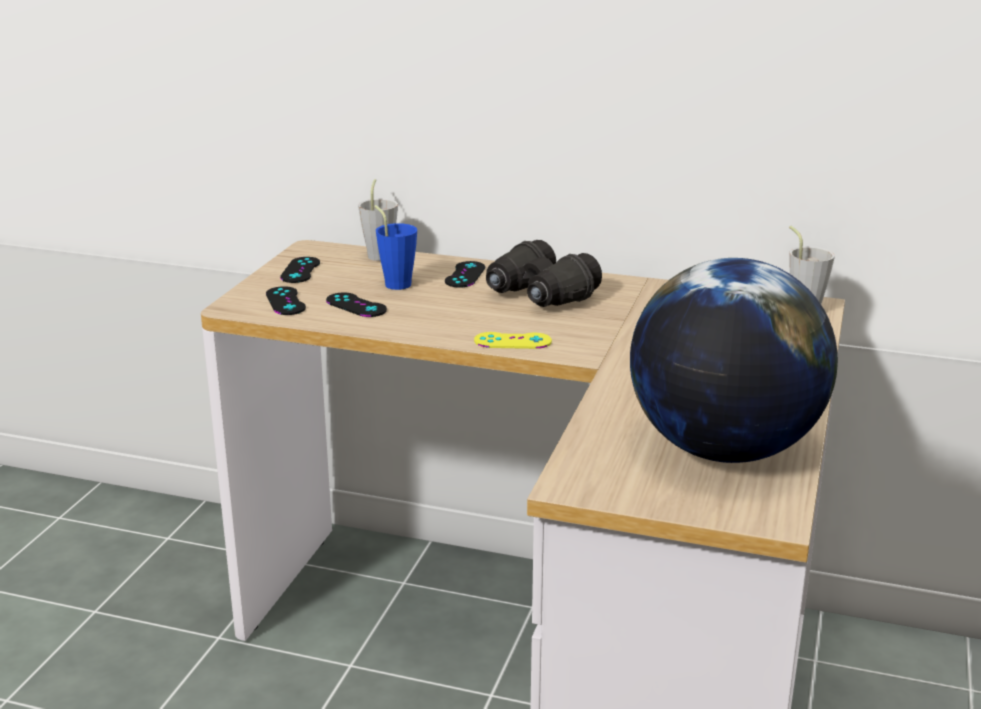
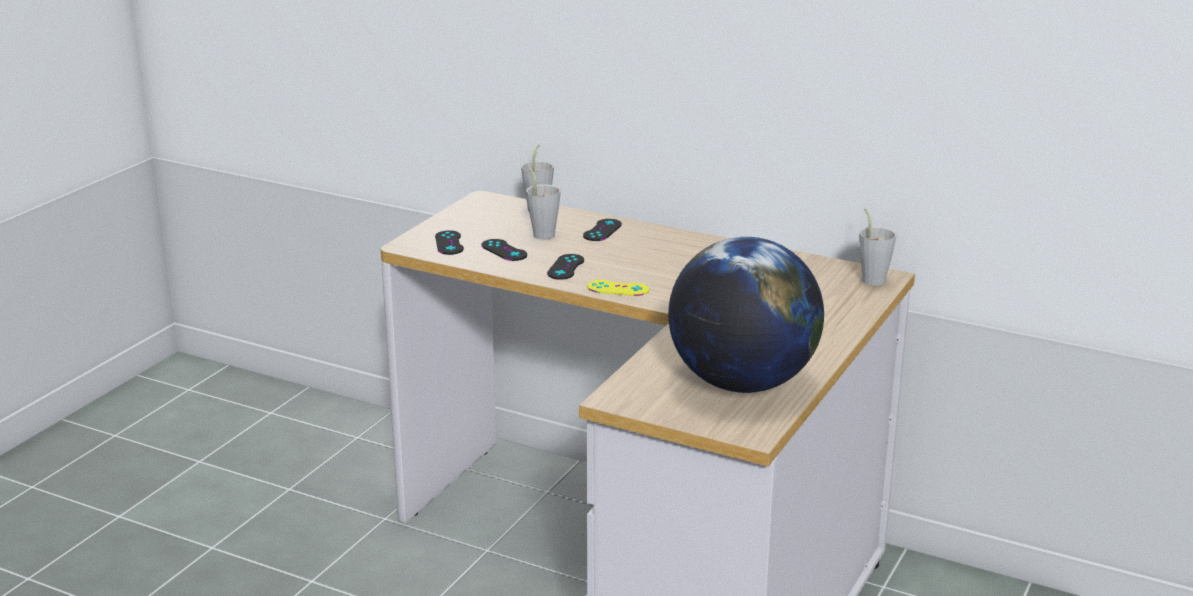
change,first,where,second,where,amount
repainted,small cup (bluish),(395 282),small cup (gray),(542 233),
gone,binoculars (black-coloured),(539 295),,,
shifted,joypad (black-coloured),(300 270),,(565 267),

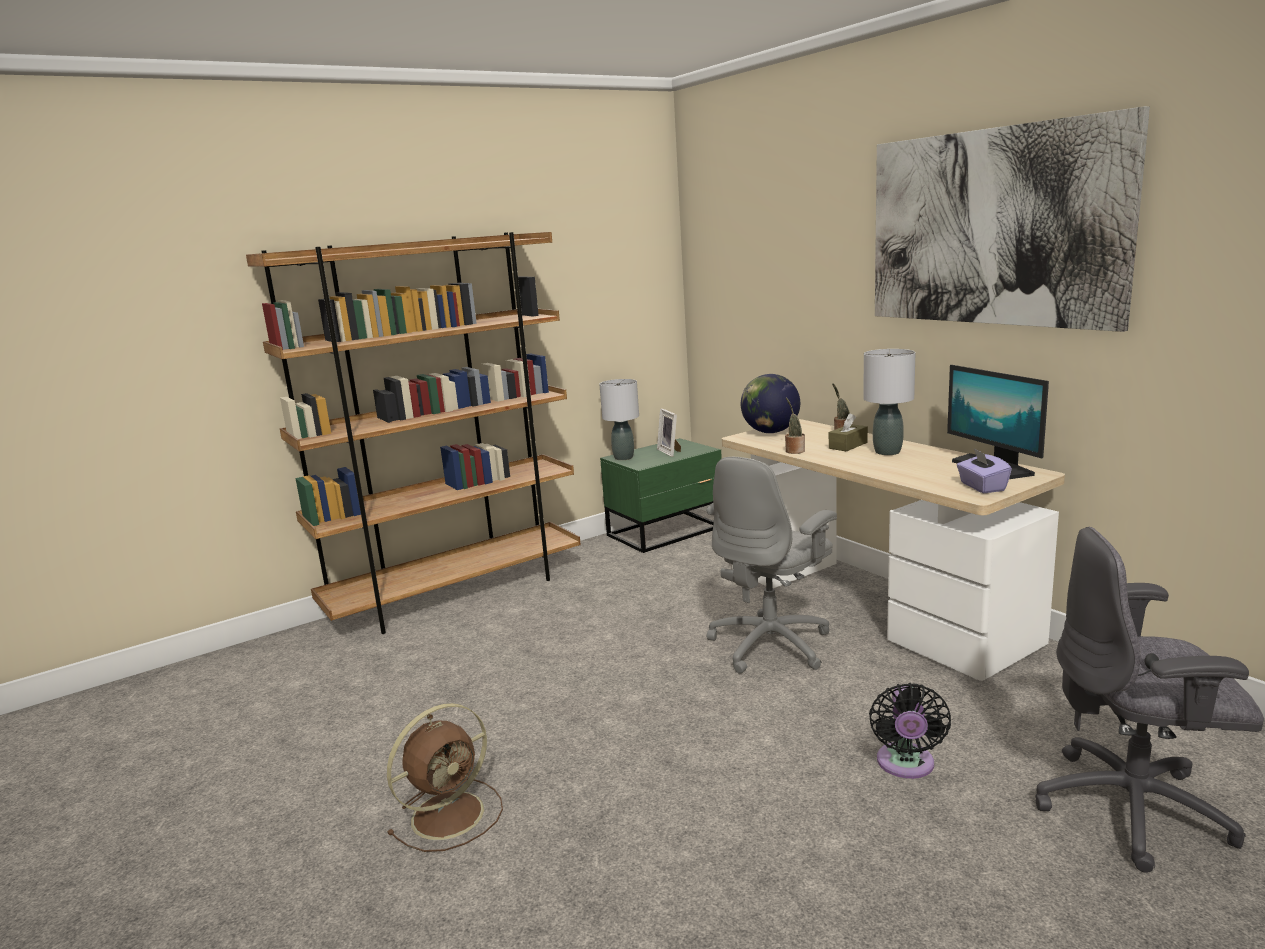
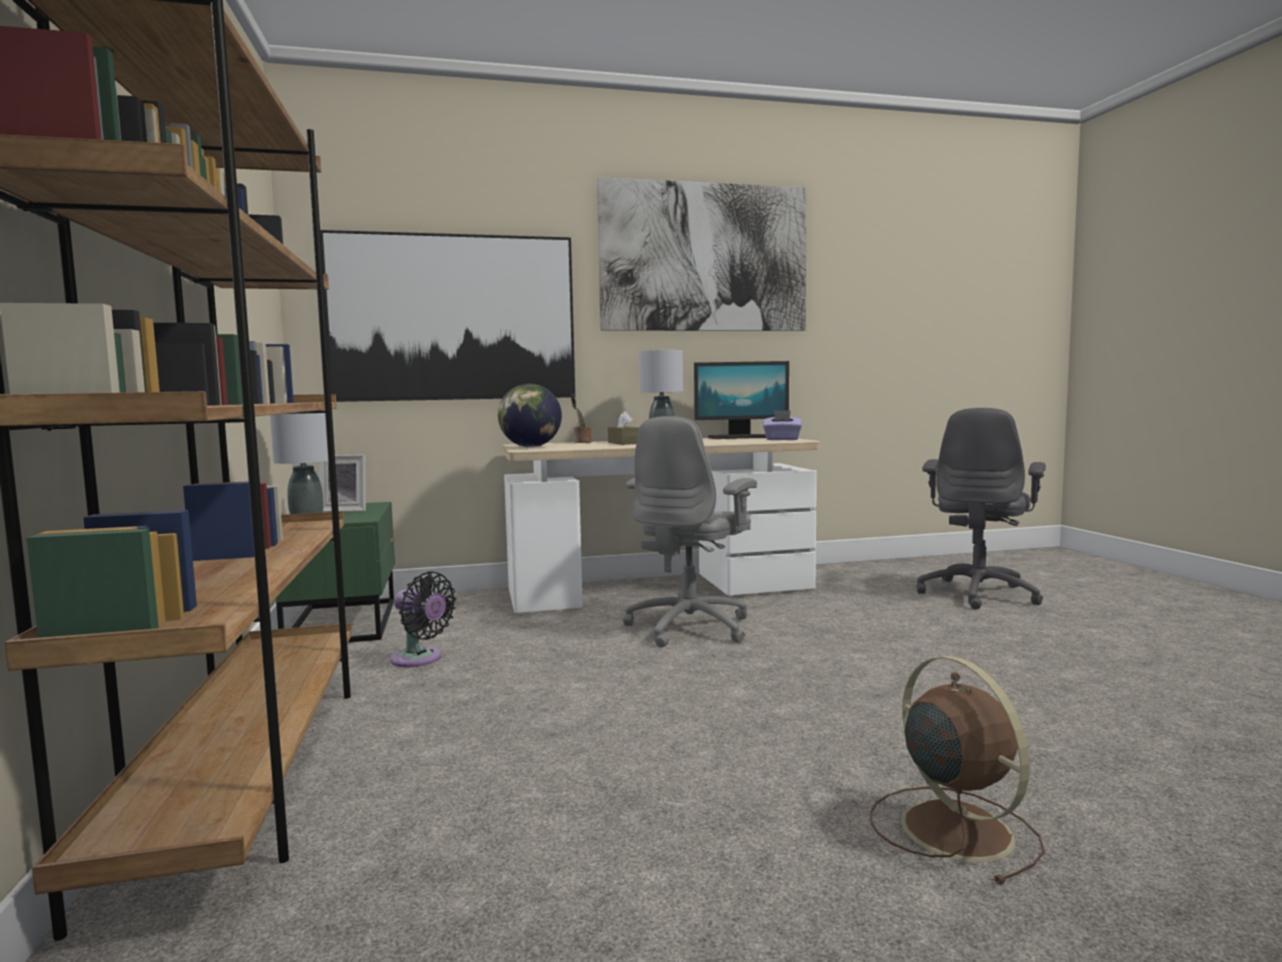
change,first,where,second,where,amount
gone,potted plant,(794 451),,,
rotated,computer chair (gray),(772 645),,(690 627),60 degrees clockwise
shifted,cooling fan (black-coloured),(905 765),,(420 659),
new,,,wall art,(453 318),

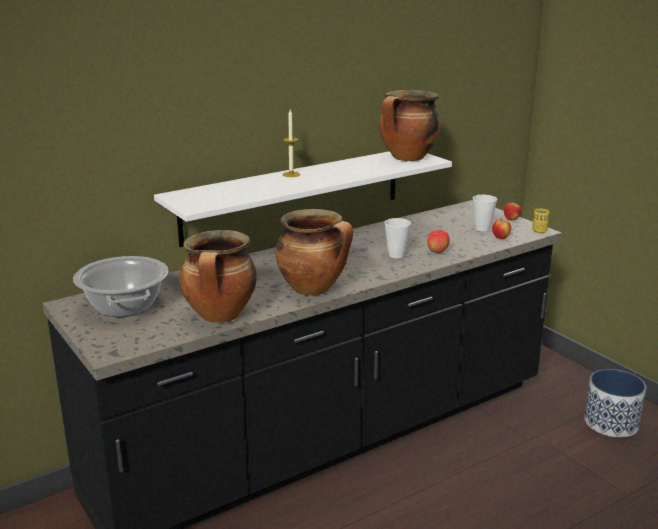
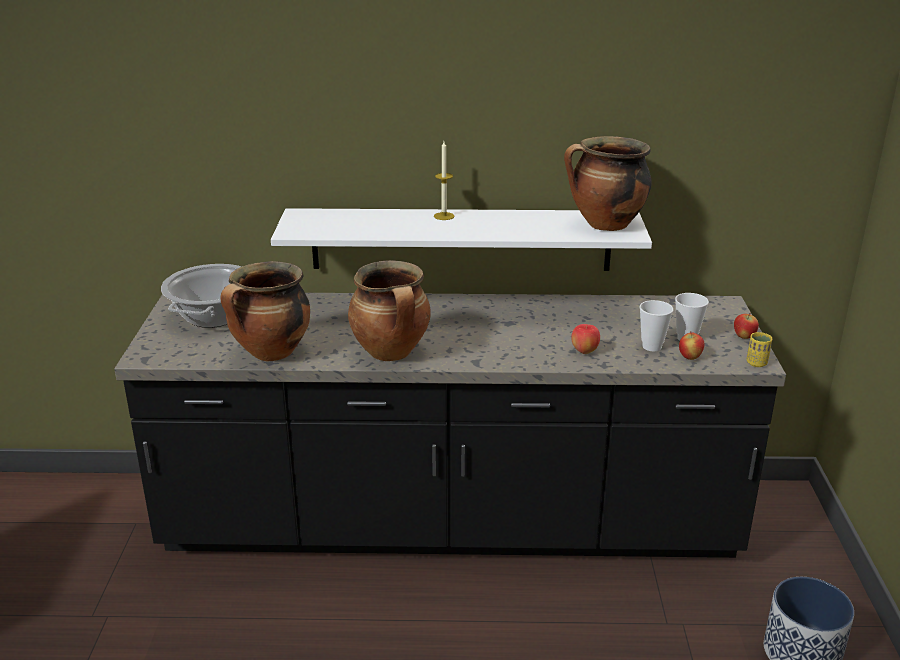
change,first,where,second,where,amount
shifted,small cup,(396 255),,(652 346),

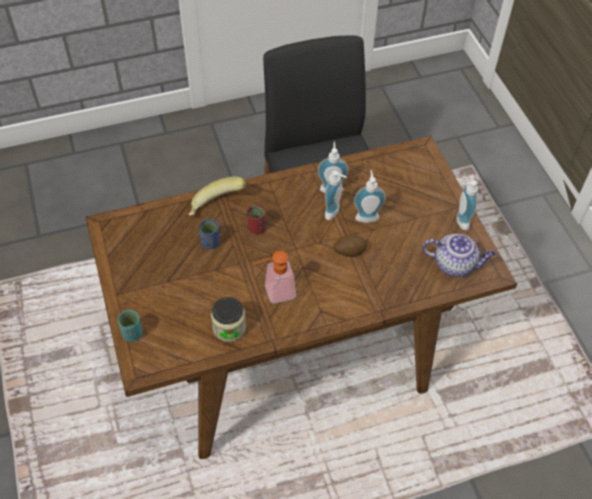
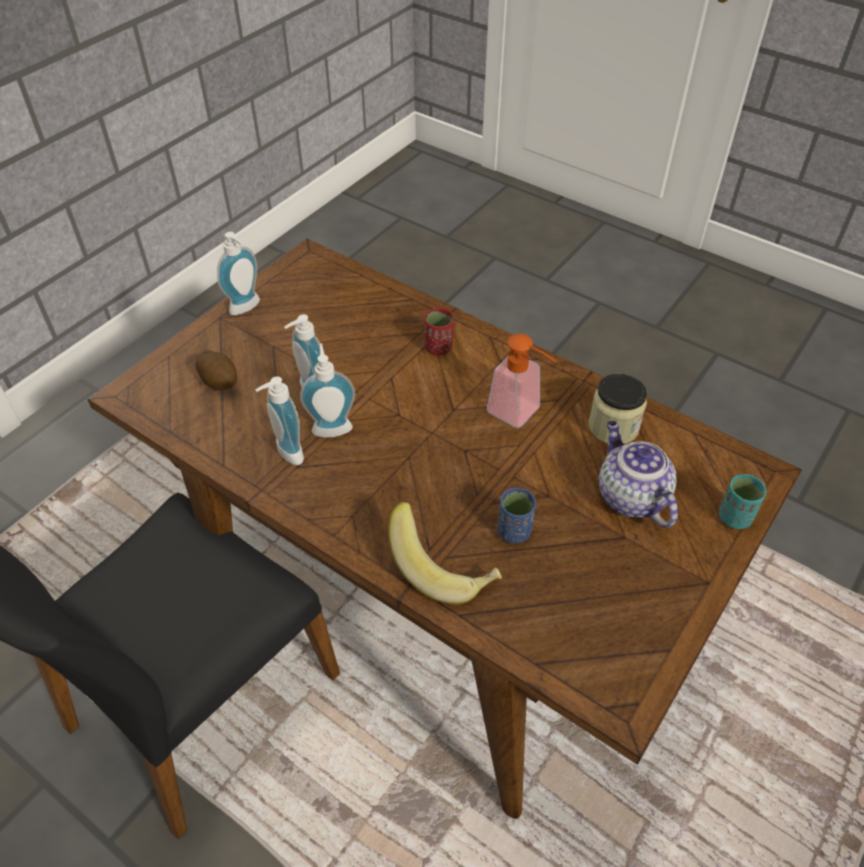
change,first,where,second,where,amount
shifted,small cup (red),(257 228),,(438 348),
shifted,pot for tea,(455 264),,(630 496),
shifted,spud,(349 252),,(220 381),

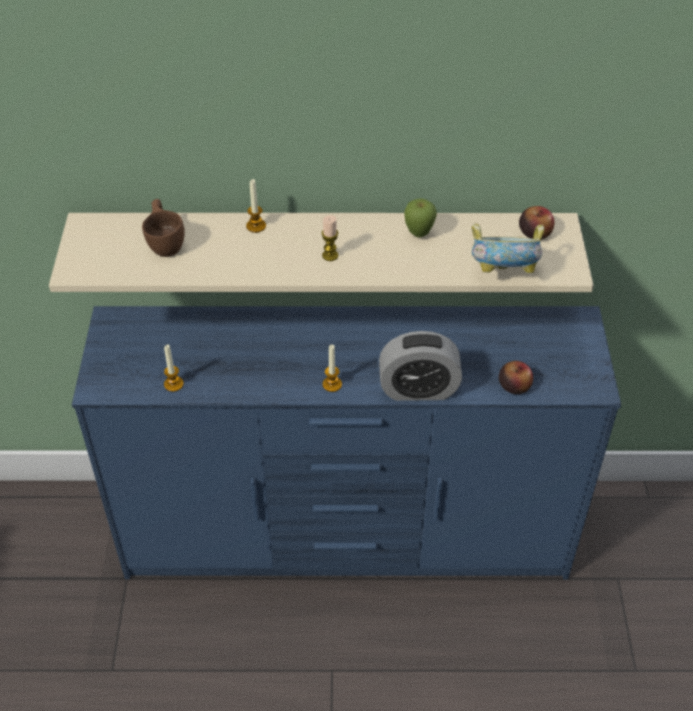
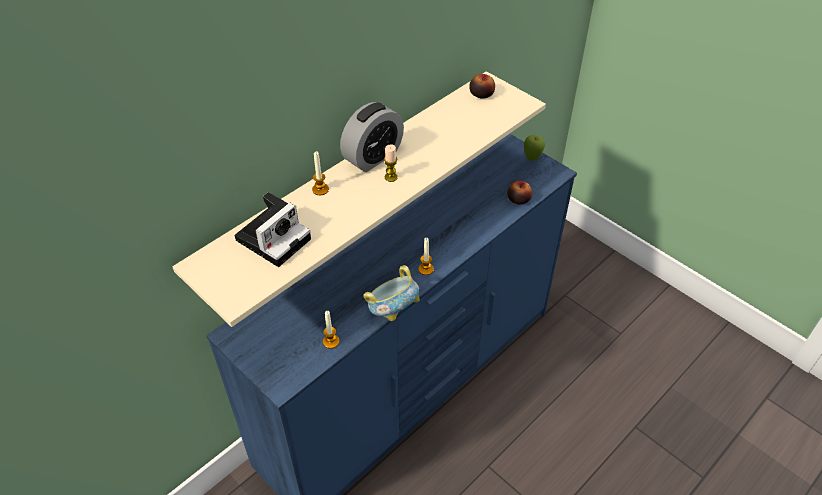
change,first,where,second,where,amount
shifted,whole apple,(419 234),,(532 159),
swapped,small cup (brownish),(166 241),still camera,(274 237),
shifted,bowl,(503 273),,(393 311),
shifted,table clock,(418 389),,(373 157),

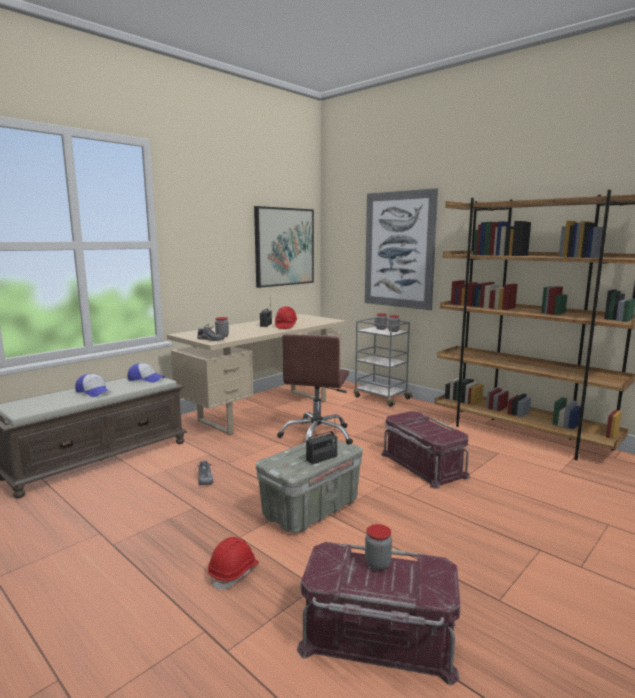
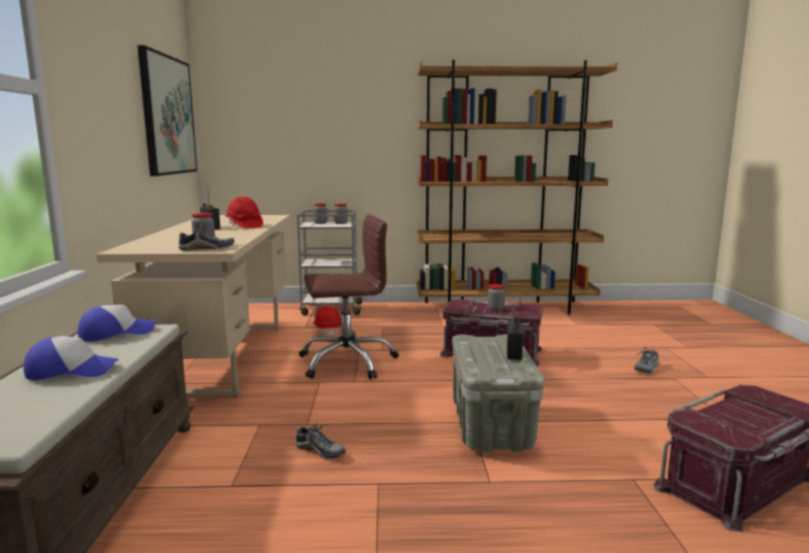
change,first,where,second,where,amount
gone,wall art,(399 250),,,
rotated,computer chair (brownish),(317 436),,(347 362),75 degrees counterclockwise
shifted,jar,(377 564),,(496 309),
shifted,hard hat (red),(234 573),,(328 330),
new,,,shoe,(646 368),

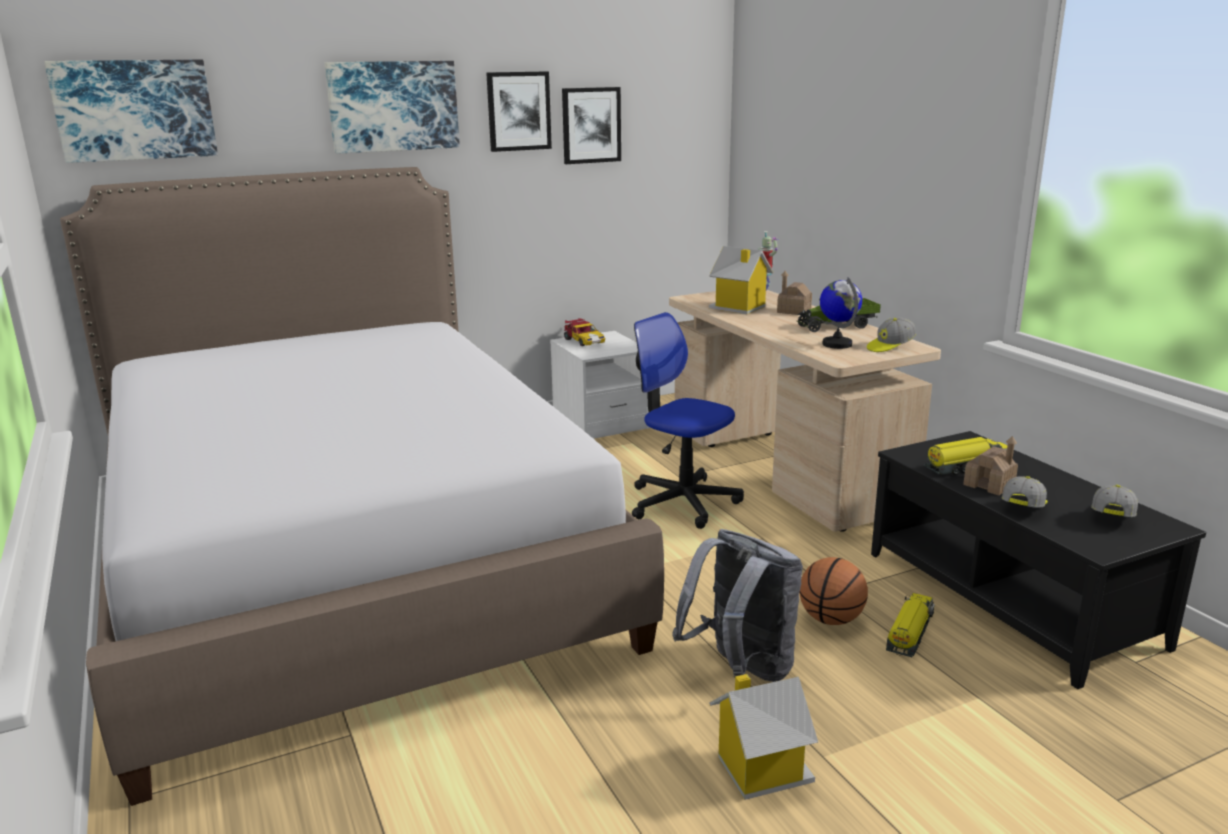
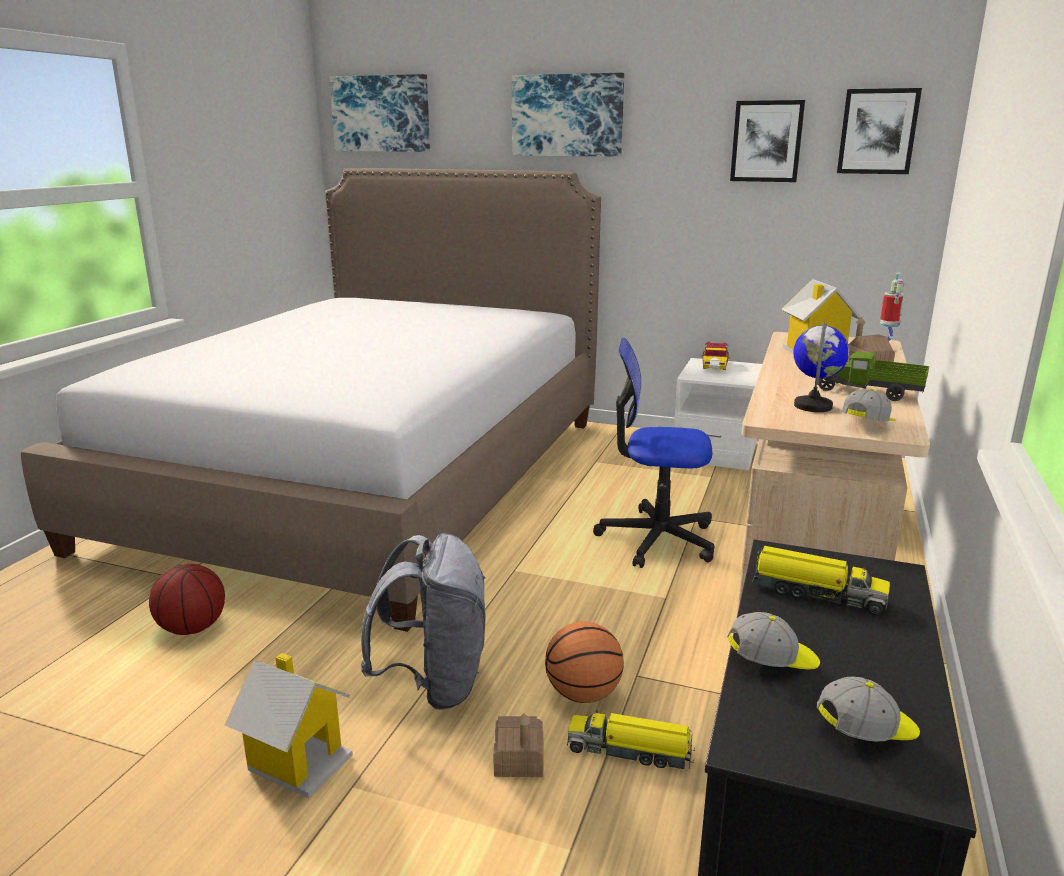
change,first,where,second,where,amount
shifted,wall art,(518 111),,(877 131),
rotated,computer chair,(683 502),,(656 539),75 degrees counterclockwise
rotated,baseball cap,(890 347),,(868 424),120 degrees clockwise
shifted,miniature house,(989 485),,(519 760),
rotated,model truck,(910 633),,(630 751),150 degrees counterclockwise
new,,,basketball,(192 628),

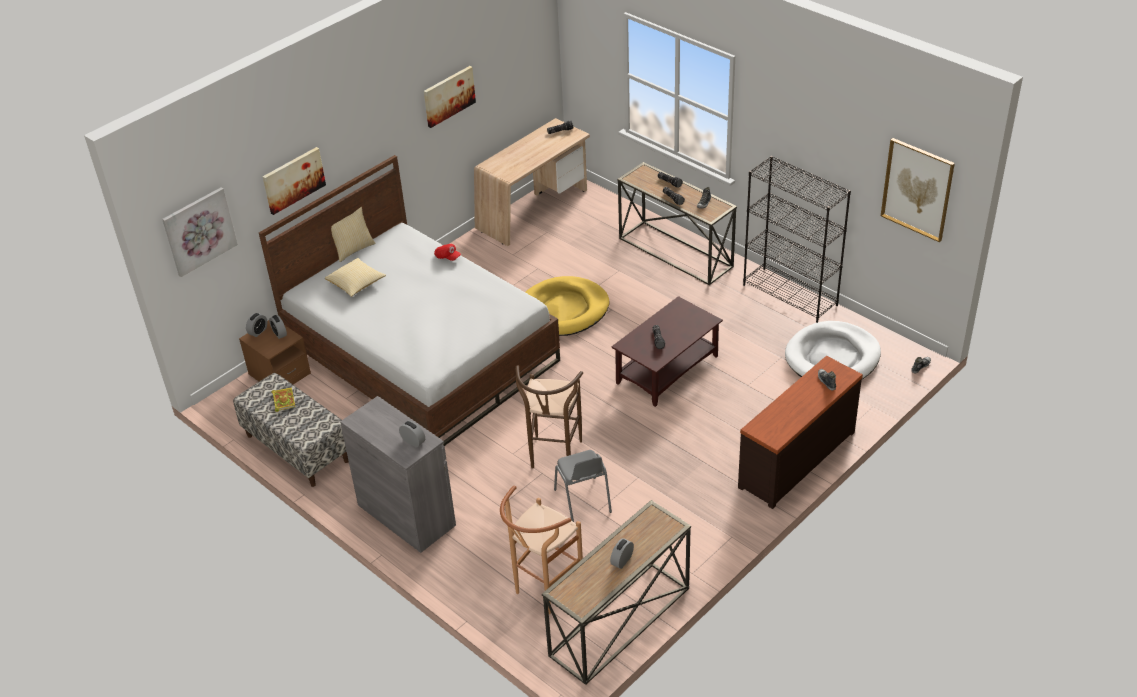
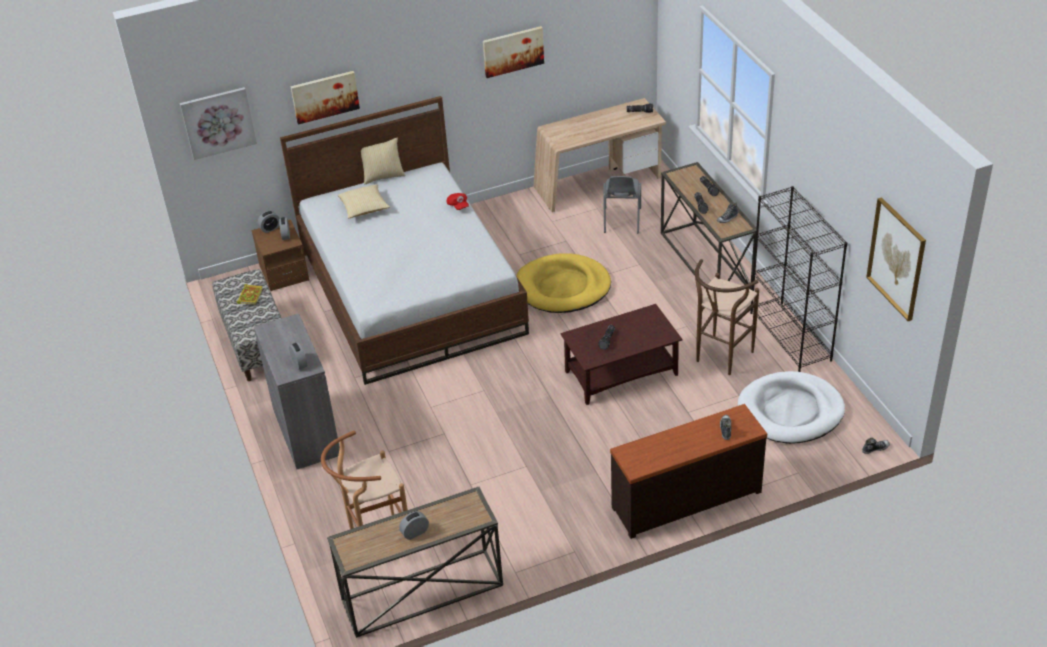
change,first,where,second,where,amount
shifted,stool (brownish),(553 458),,(720 359),
shifted,chair (gray),(583 501),,(621 221),

